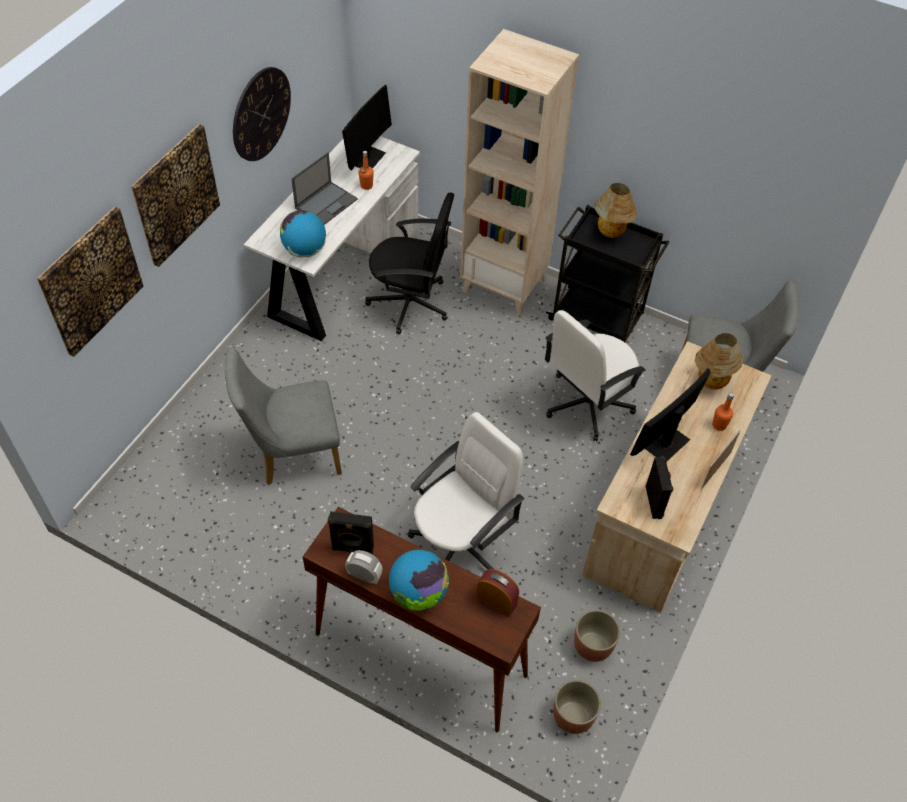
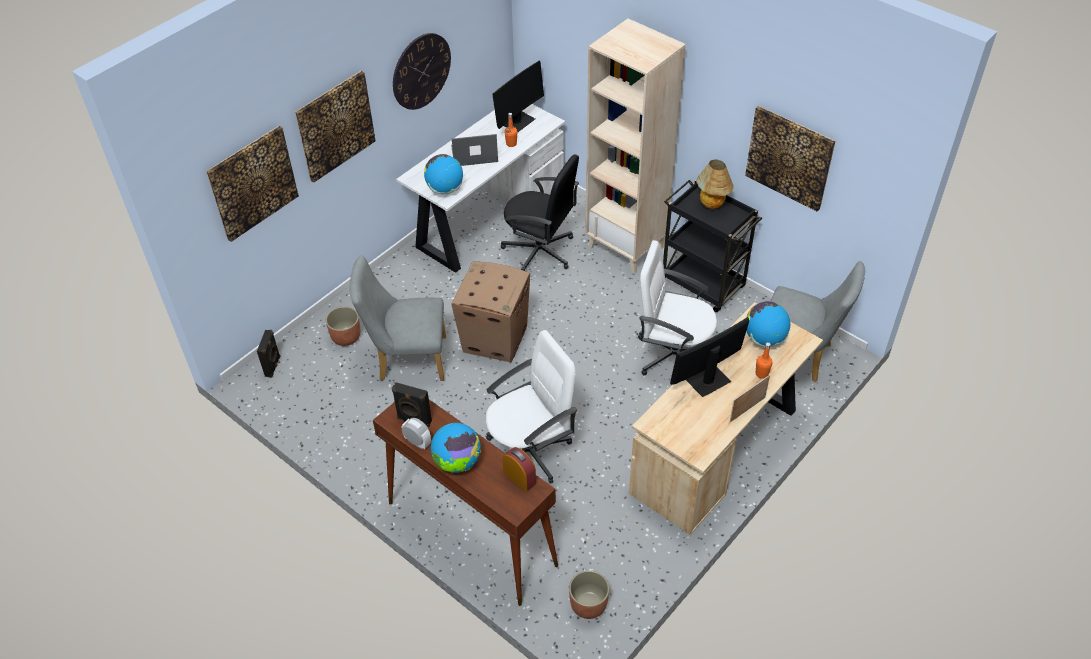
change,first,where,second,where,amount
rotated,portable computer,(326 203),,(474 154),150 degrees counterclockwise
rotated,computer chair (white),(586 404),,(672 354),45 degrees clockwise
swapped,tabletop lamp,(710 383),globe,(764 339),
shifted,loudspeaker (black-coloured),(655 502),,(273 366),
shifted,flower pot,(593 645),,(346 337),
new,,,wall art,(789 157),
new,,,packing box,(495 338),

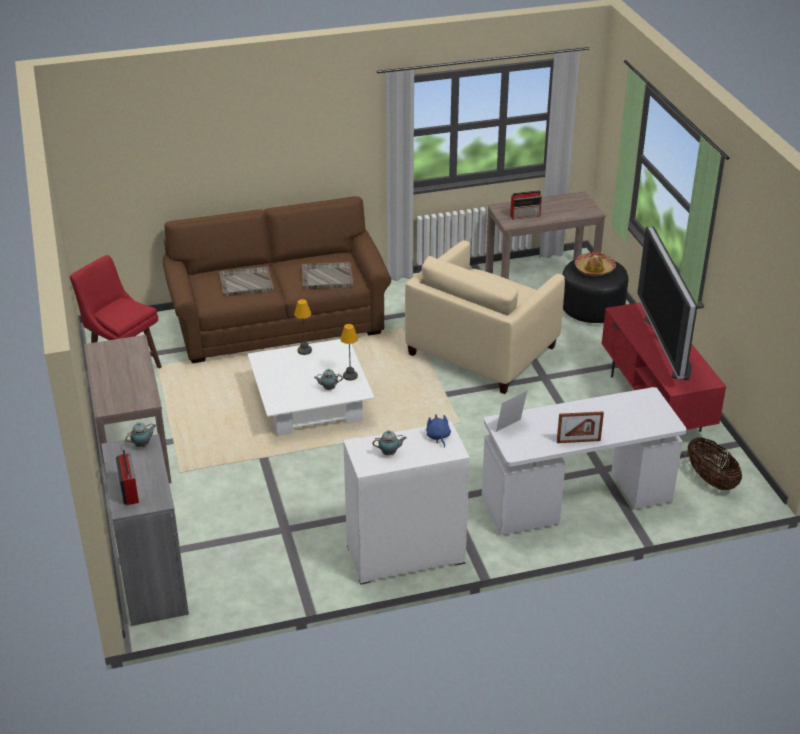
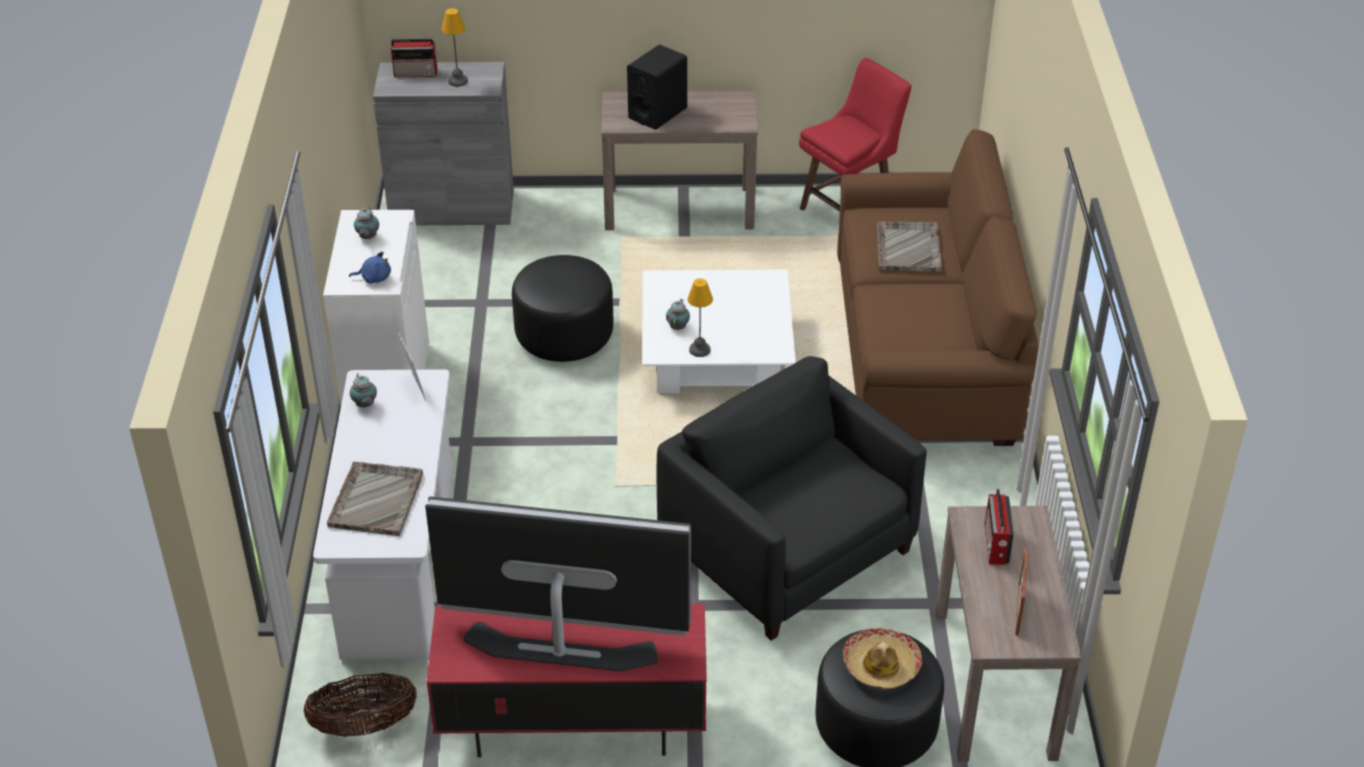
change,first,where,second,where,amount
repainted,easy chair (sand-coloured),(482 350),easy chair (black-coloured),(788 550),
shifted,carrying tray (gray),(326 277),,(376 499),
shifted,tabletop lamp,(304 351),,(457 81),
shifted,picture frame,(578 441),,(1018 610),
shifted,pot for tea,(143 445),,(365 405),
new,,,loudspeaker (black-coloured),(657 113),
new,,,footrest (black-coloured),(564 335),

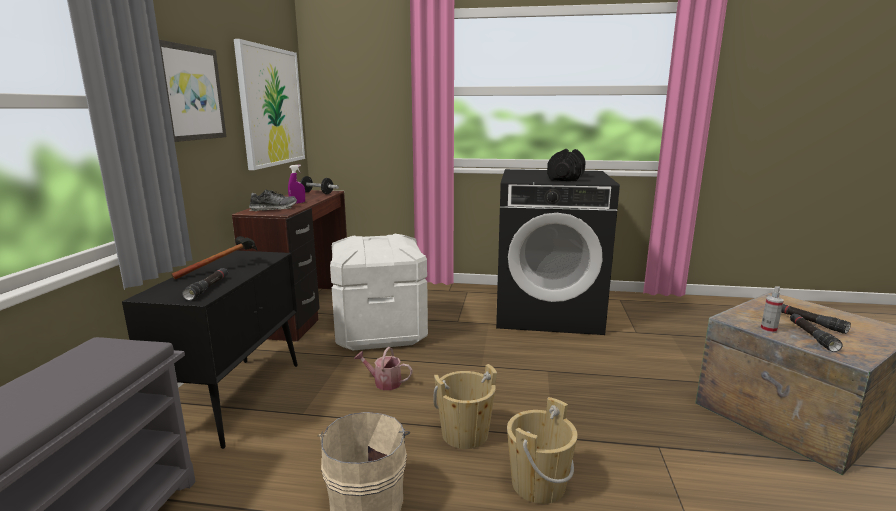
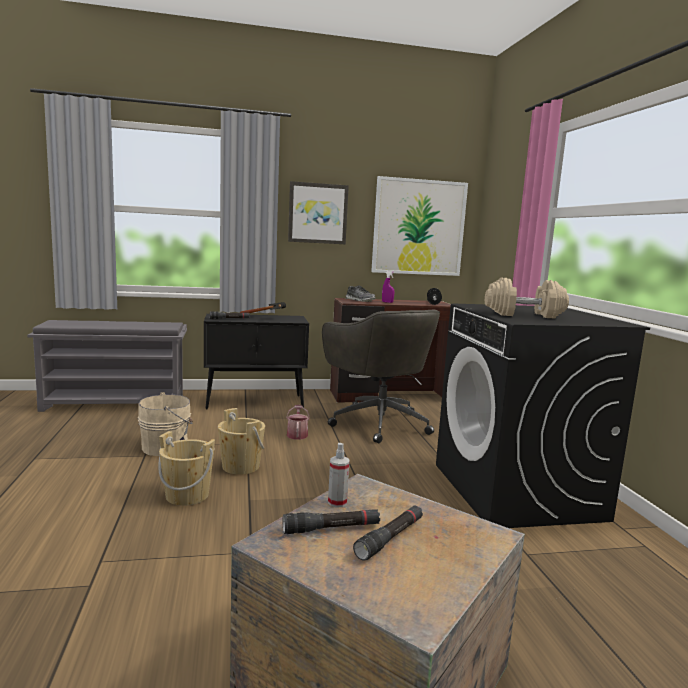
change,first,where,second,where,amount
repainted,hand weight (black-coloured),(565 178),hand weight (sand-coloured),(524 314),
swapped,storage bin (white),(380 331),computer chair (gray),(378 422),

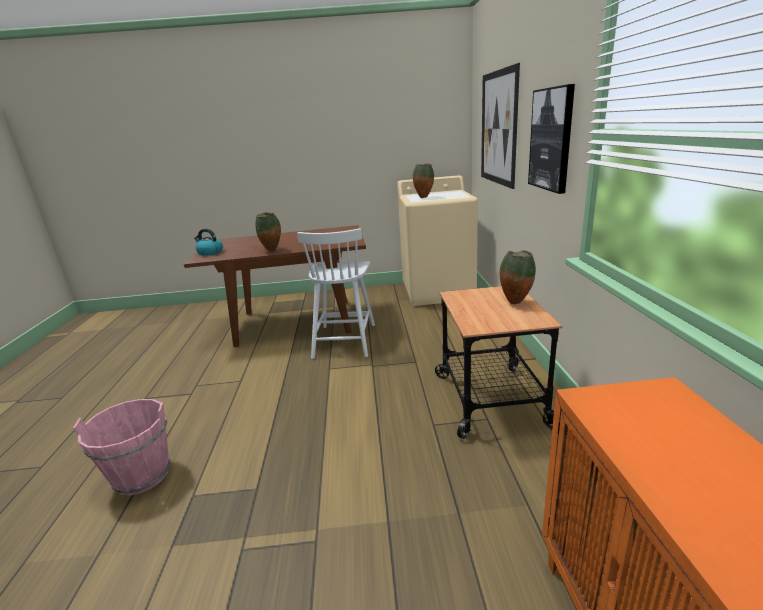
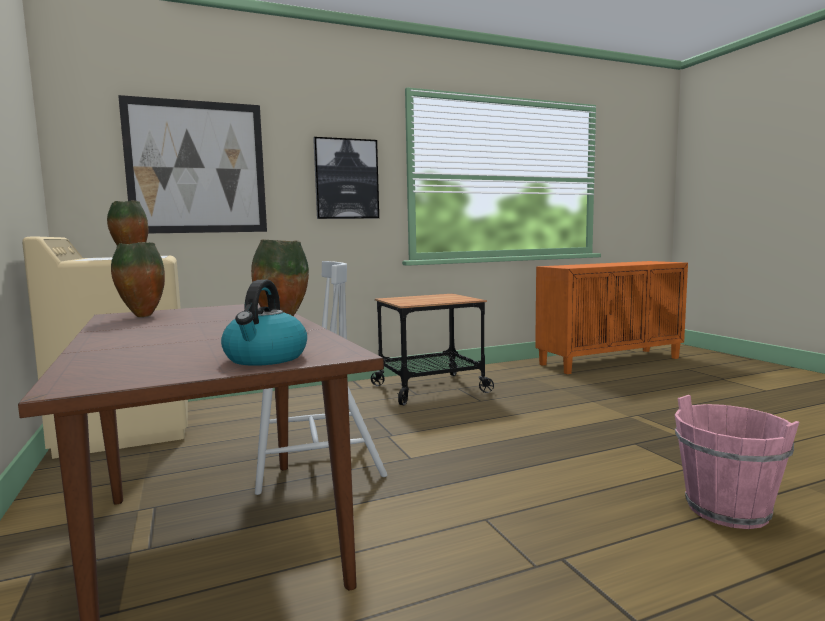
change,first,where,second,where,amount
shifted,vase,(515 302),,(141 316),

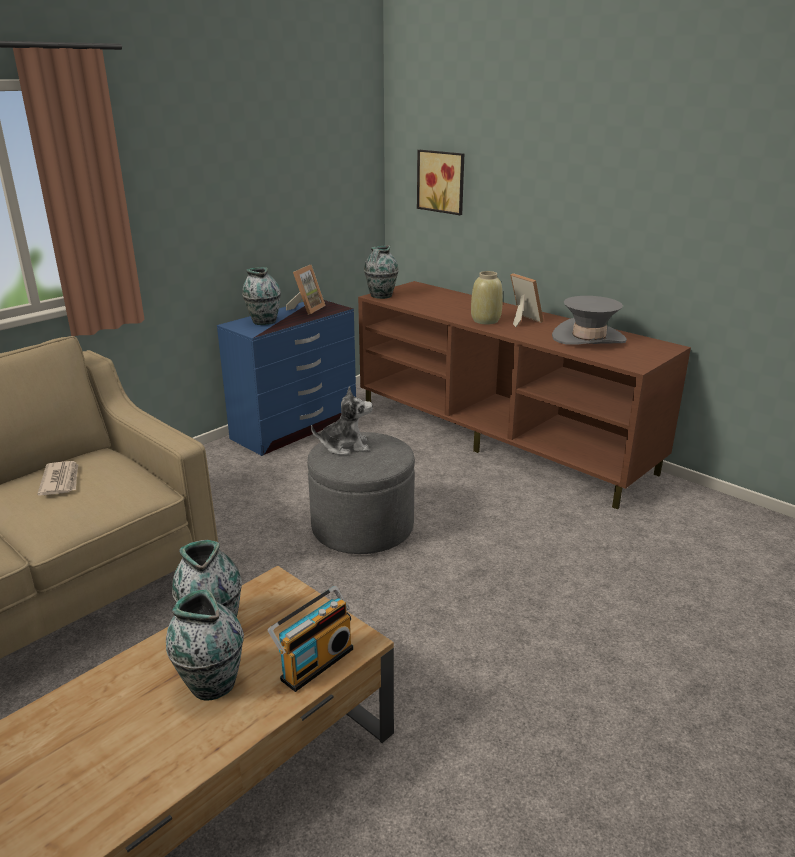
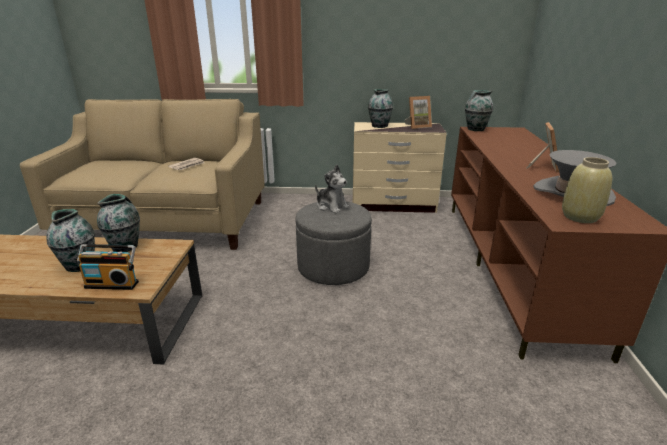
change,first,where,second,where,amount
gone,wall art,(442 181),,,
shifted,vase (sand-coloured),(485 320),,(580 217),
repainted,dresser (bluish),(296 427),dresser (sand-coloured),(393 205),

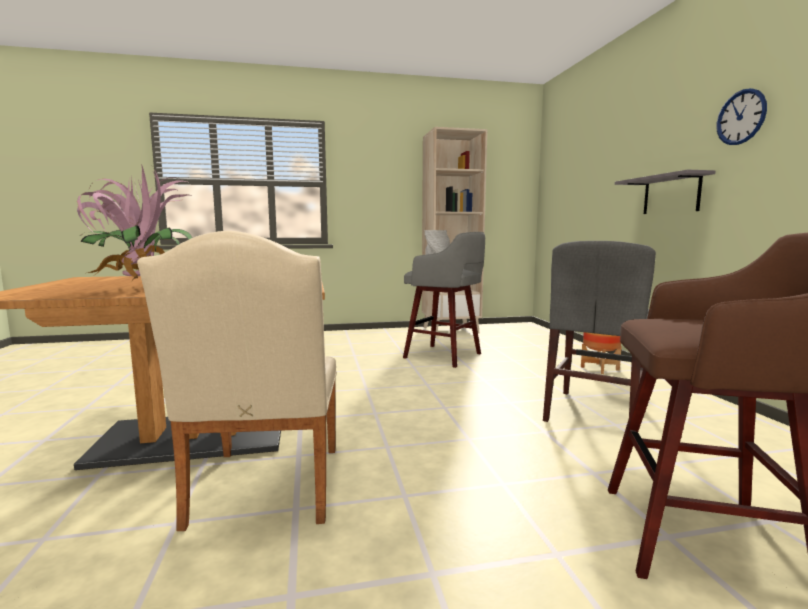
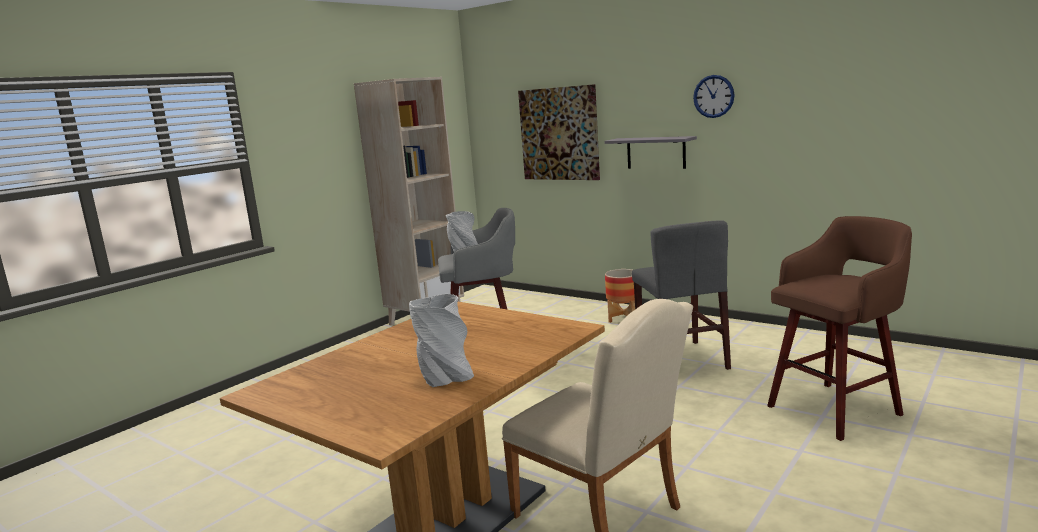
change,first,where,second,where,amount
swapped,potted plant,(140 288),vase (gray),(445 376),
new,,,wall art,(559 134),

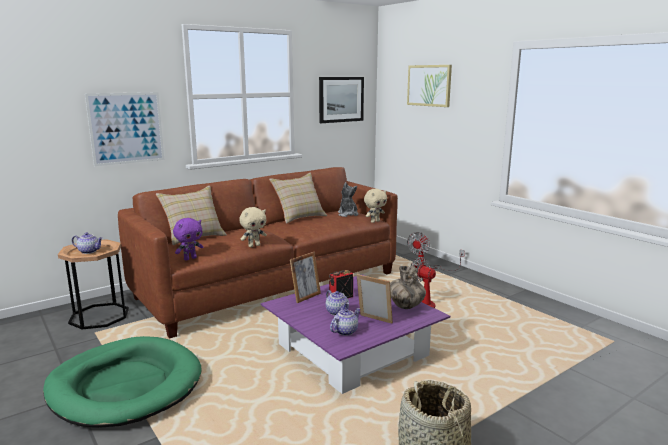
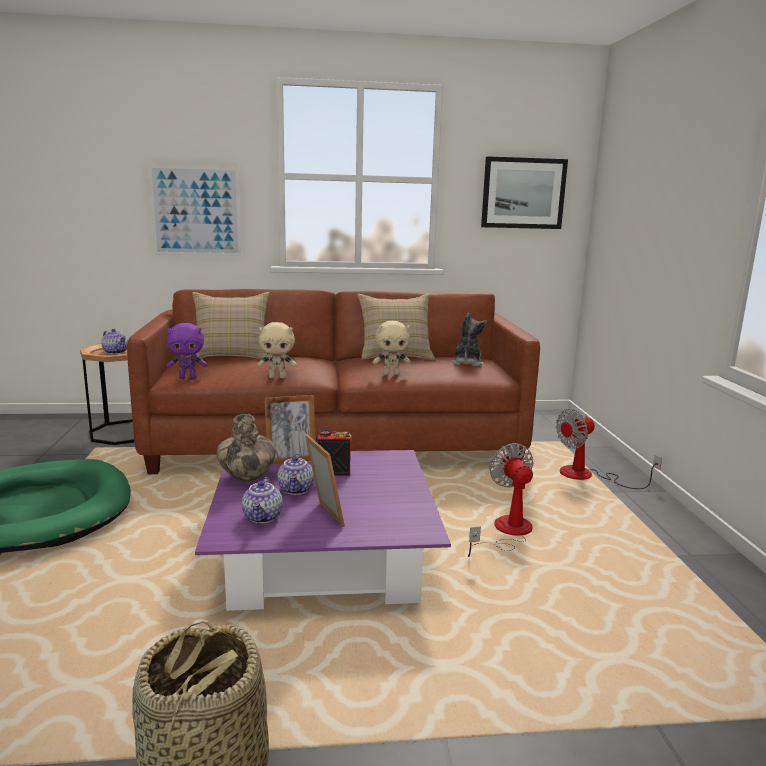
change,first,where,second,where,amount
gone,wall art,(429 85),,,
shifted,plush toy (sand-coloured),(375 221),,(391 374),
shifted,vase,(405 306),,(247 477),
rotated,pot for tea,(345 331),,(263 517),105 degrees clockwise

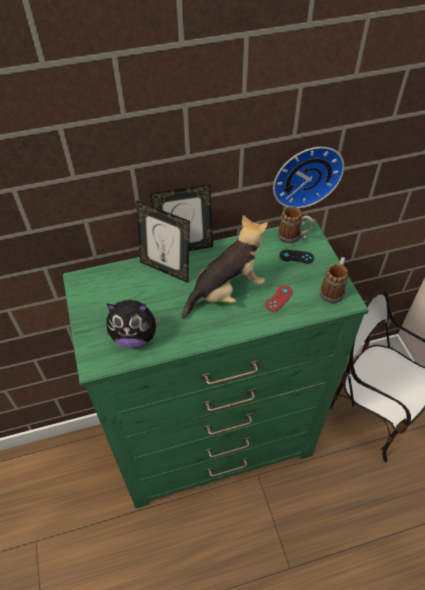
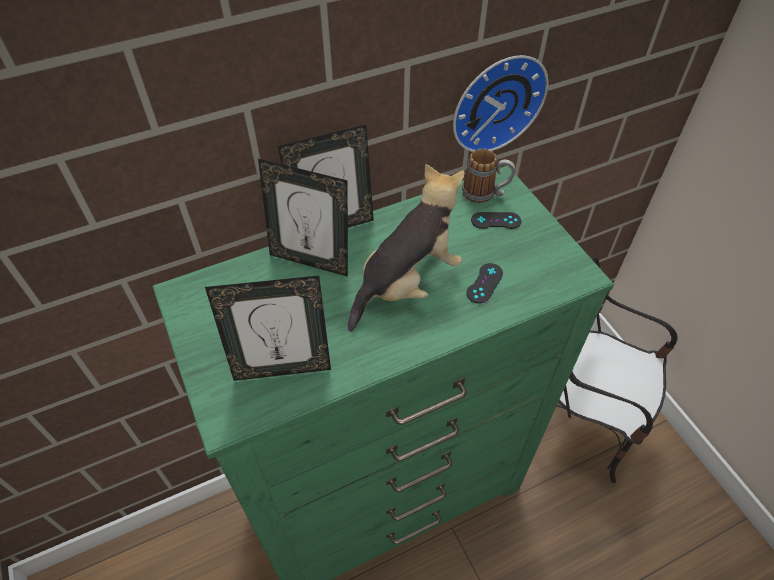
change,first,where,second,where,amount
gone,coffee mug,(333 289),,,
repainted,joypad (red),(278 298),joypad (black-coloured),(484 283),
swapped,plush toy,(135 336),picture frame,(282 368),

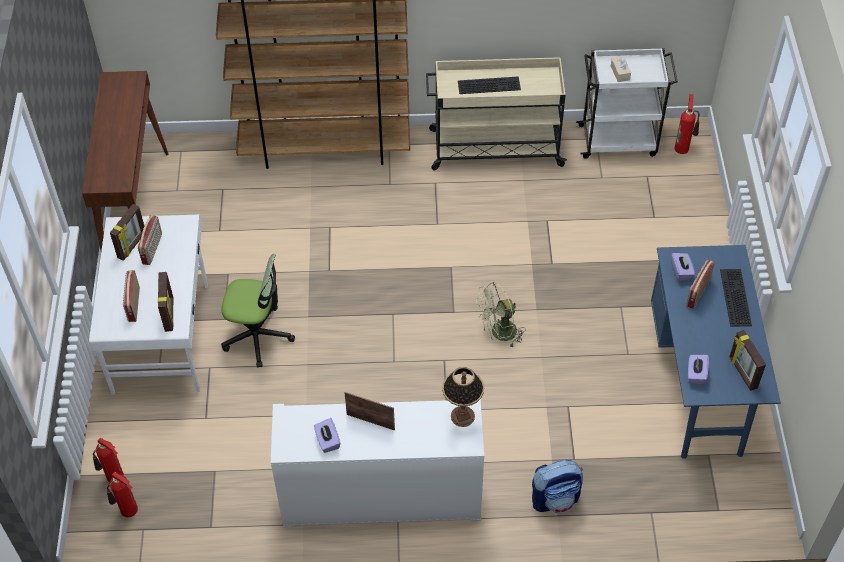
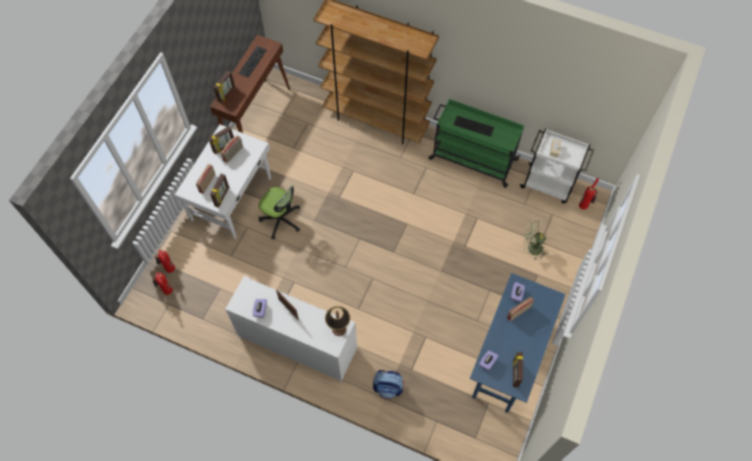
change,first,where,second,where,amount
repainted,trolley (sand-coloured),(494 148),trolley (green-coloured),(472 159),
shifted,keyboard,(734 296),,(252 61),
shifted,cooling fan (green-coloured),(499 334),,(531 249),
new,,,picture frame,(226 94),

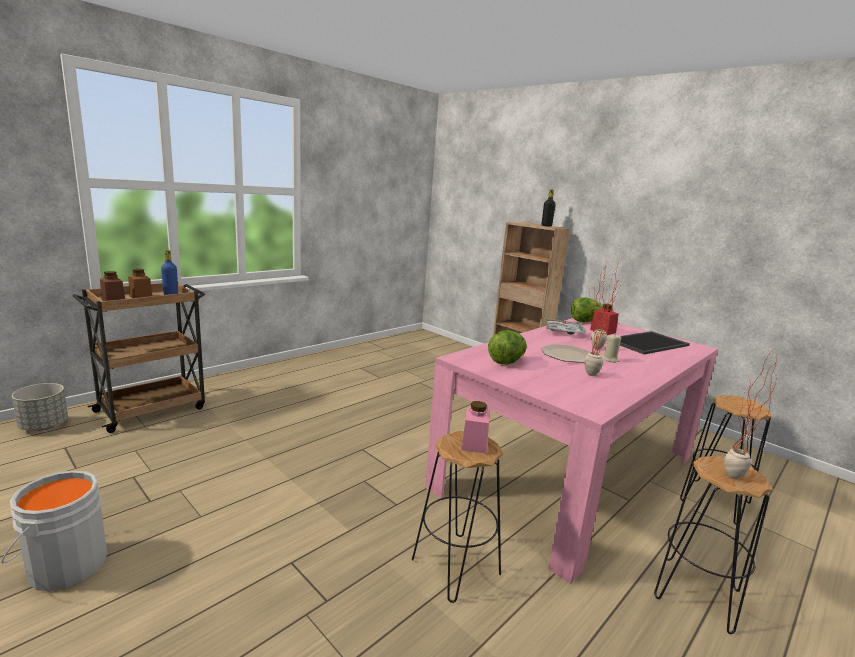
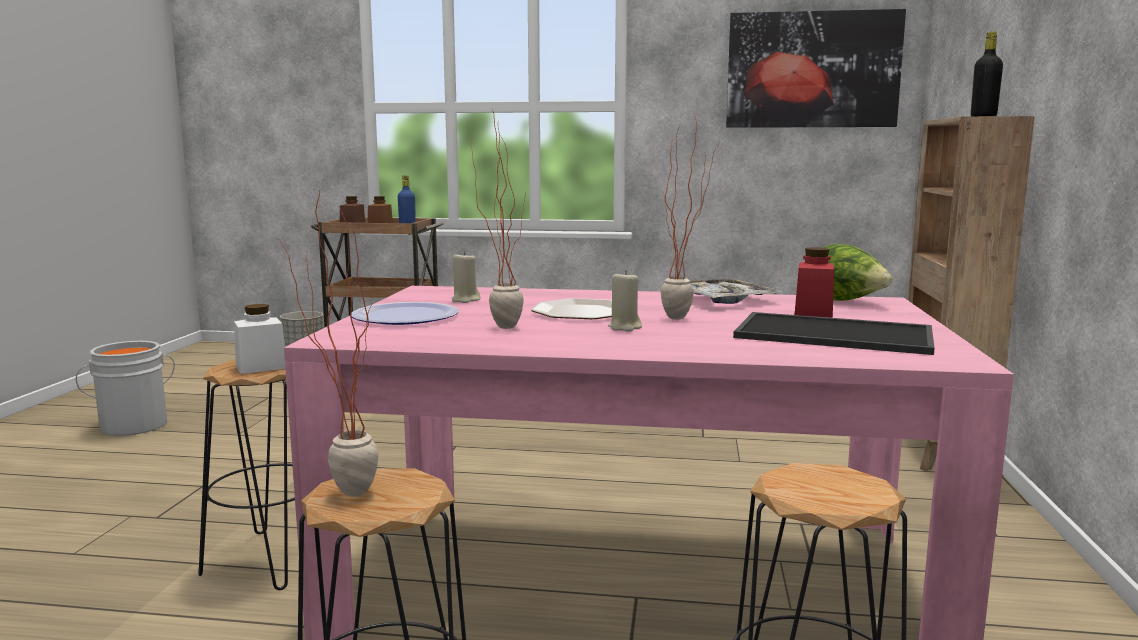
change,first,where,second,where,amount
swapped,lettuce head,(506 361),wax light (sand-coloured),(465 300),
repainted,jar (pinkish),(474 443),jar (white),(261 367),
new,,,wall art,(812 70),
new,,,plate,(405 317),

